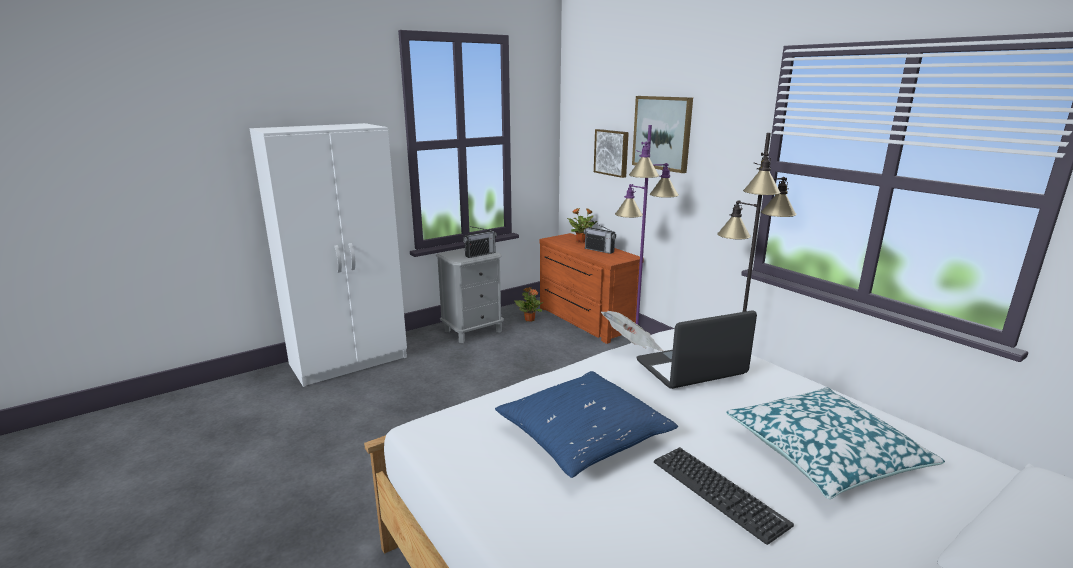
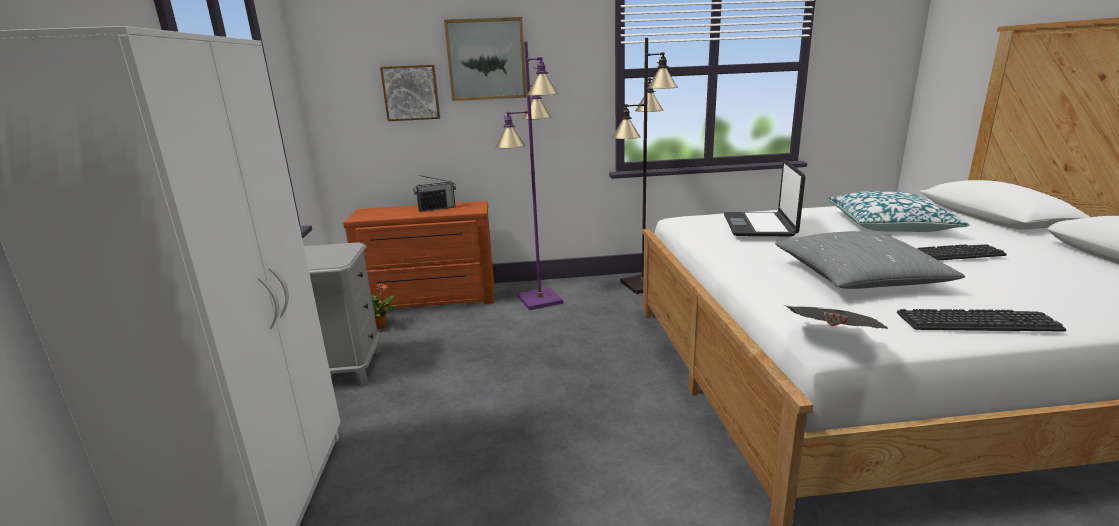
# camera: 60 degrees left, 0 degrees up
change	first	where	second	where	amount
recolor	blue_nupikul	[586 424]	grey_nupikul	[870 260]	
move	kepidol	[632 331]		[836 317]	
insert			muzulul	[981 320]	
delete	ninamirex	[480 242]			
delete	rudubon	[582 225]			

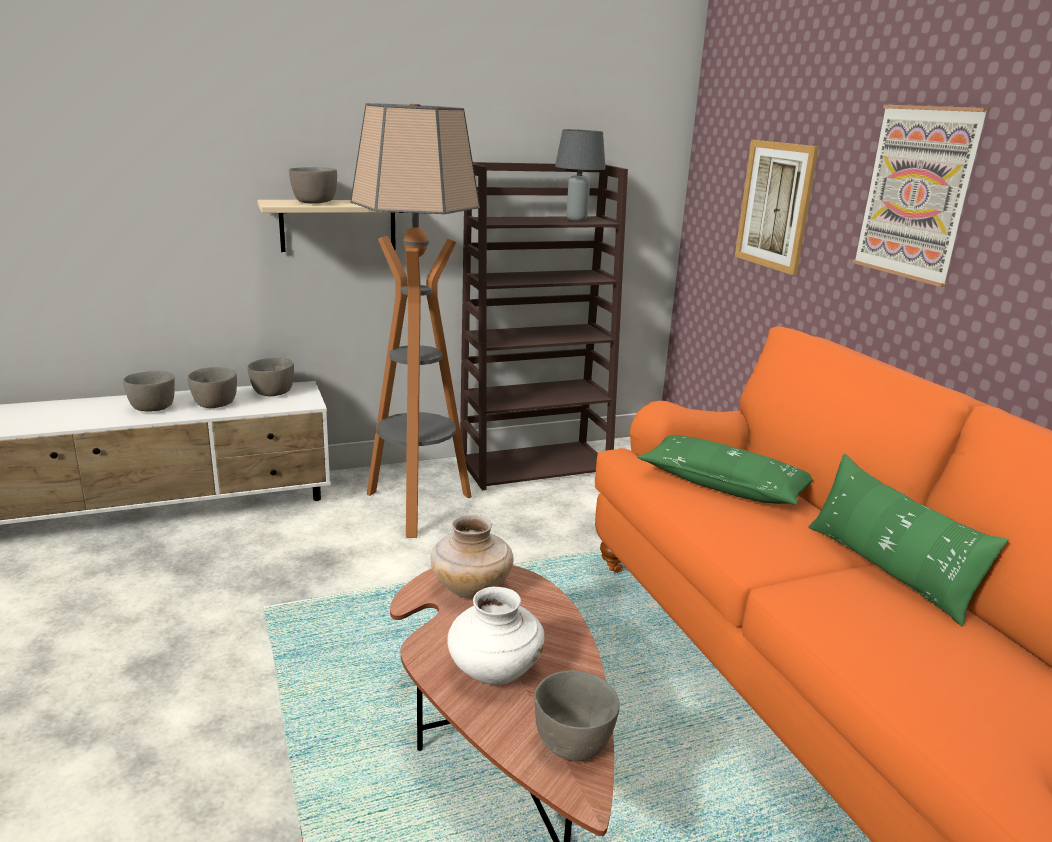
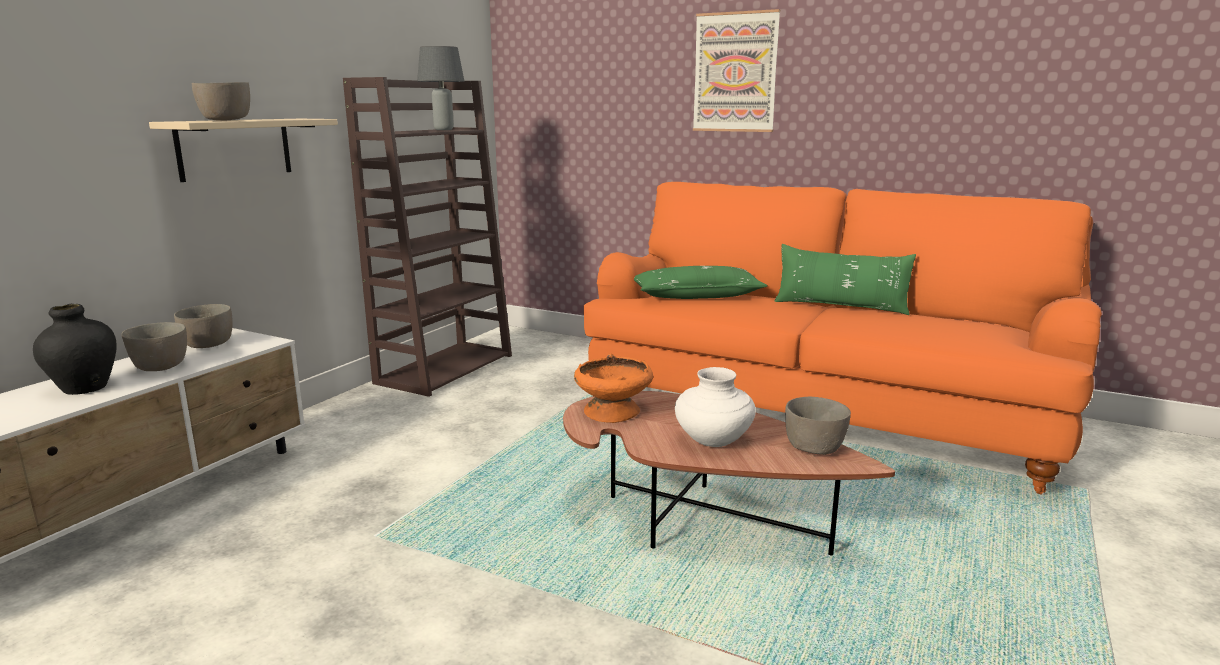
# camera: 40 degrees left, 5 degrees down
change	first	where	second	where	amount
replace	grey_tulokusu	[149 391]	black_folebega	[75 349]	
replace	beige_folebega	[472 556]	orange_tulokusu	[613 388]	
delete	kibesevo	[415 320]			
delete	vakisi	[777 207]			

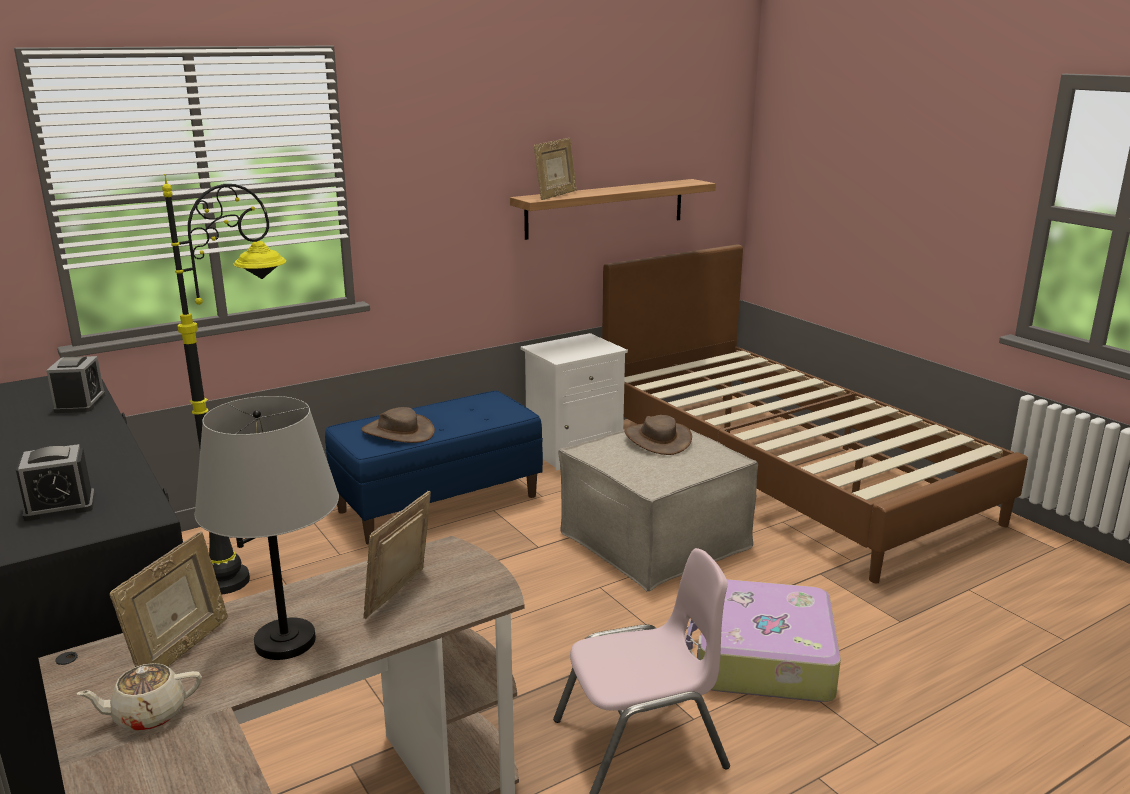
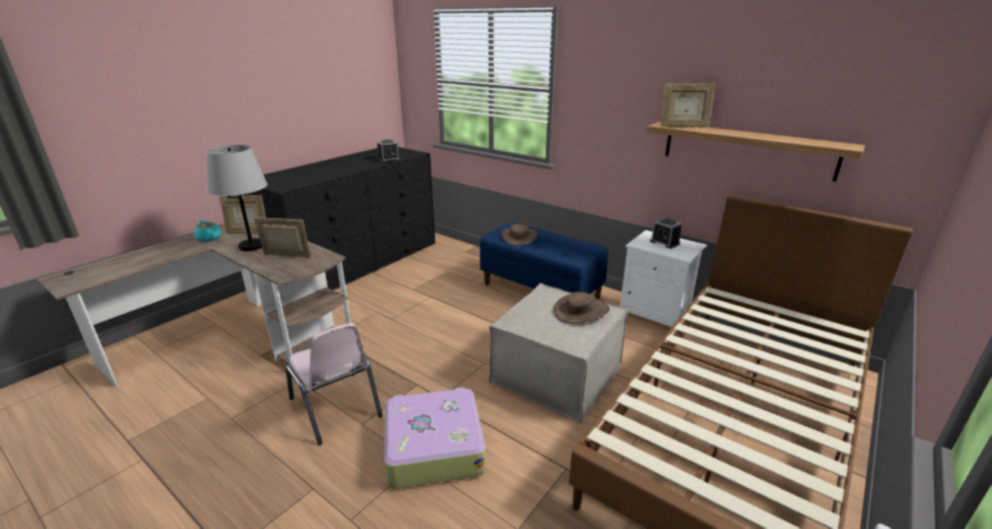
# camera: 70 degrees right, 5 degrees up
change	first	where	second	where	amount
recolor	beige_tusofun	[139 697]	turquoise_tusofun	[207 231]	
move	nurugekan	[55 482]		[666 233]	
delete	black_kibesevo	[224 384]			

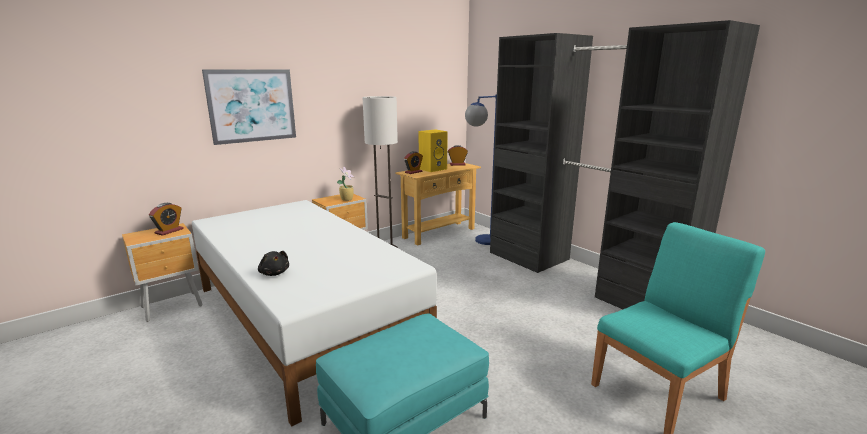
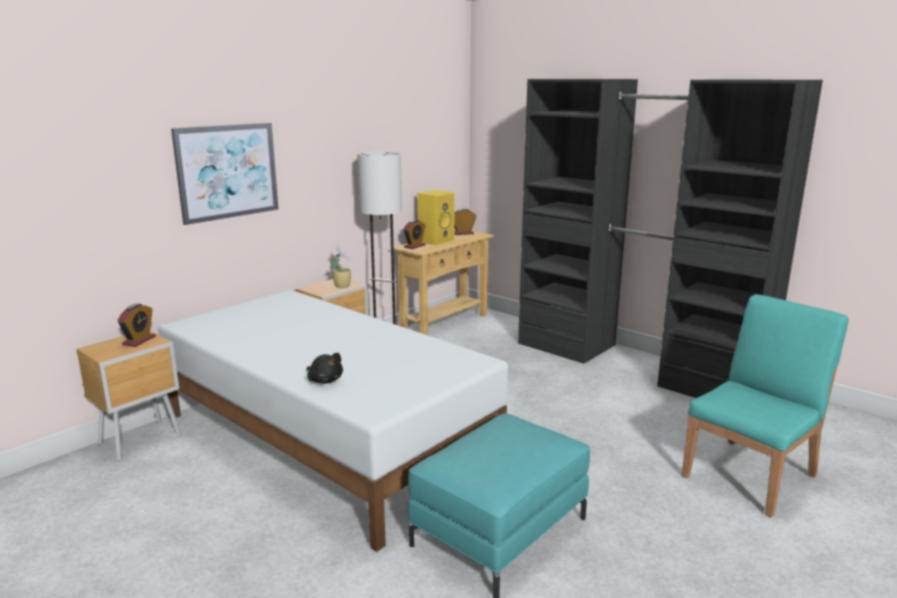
# camera: 10 degrees left, 0 degrees up
change	first	where	second	where	amount
delete	blue_kibesevo	[481 170]			

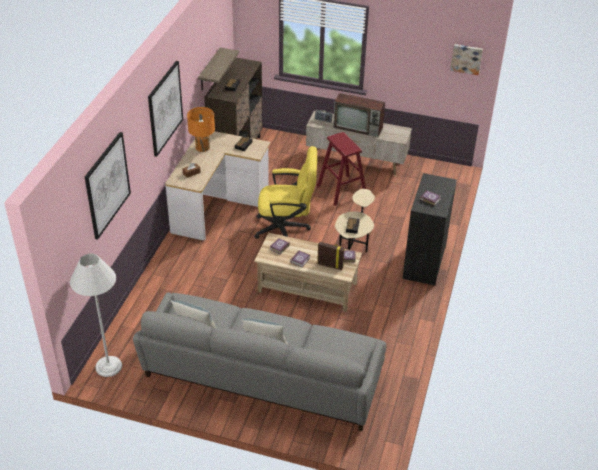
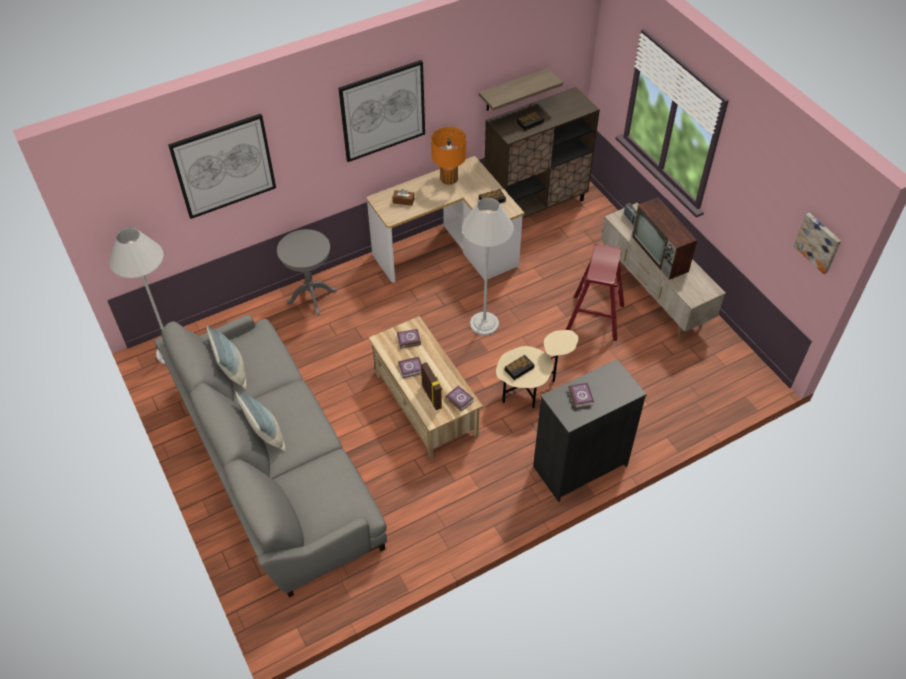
# camera: 45 degrees right, 10 degrees up
change	first	where	second	where	amount
insert			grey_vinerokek	[307 272]	
replace	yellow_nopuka	[285 192]	white_kibesevo	[488 266]	

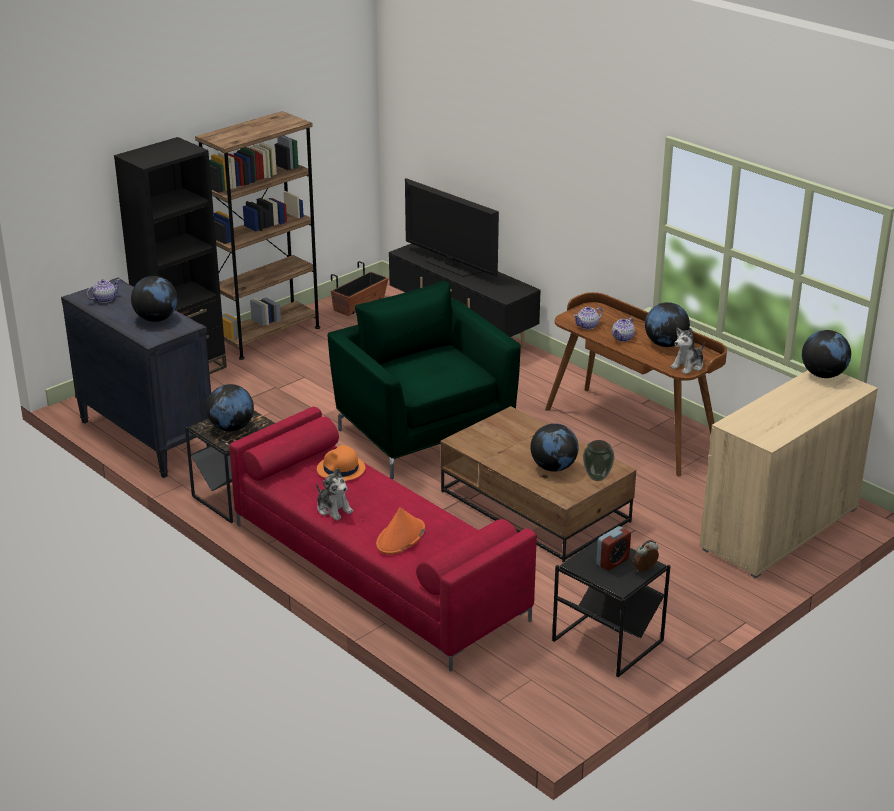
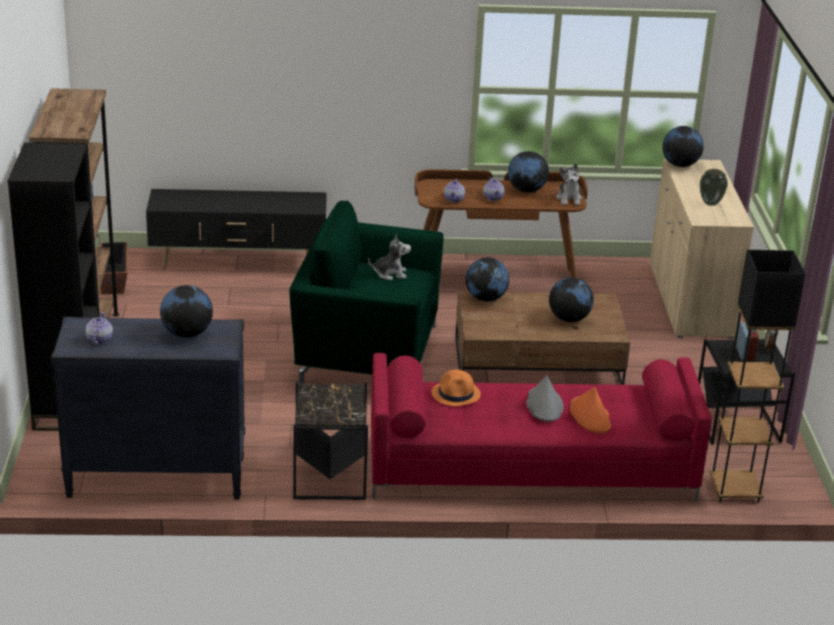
# camera: 50 degrees left, 0 degrees up
change	first	where	second	where	amount
move	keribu	[334 494]		[389 257]	
move	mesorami	[230 408]		[487 279]	
insert			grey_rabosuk	[545 398]	
move	folebega	[599 460]		[714 187]	
insert			black_kibesevo	[757 376]	
delete	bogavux	[452 227]			

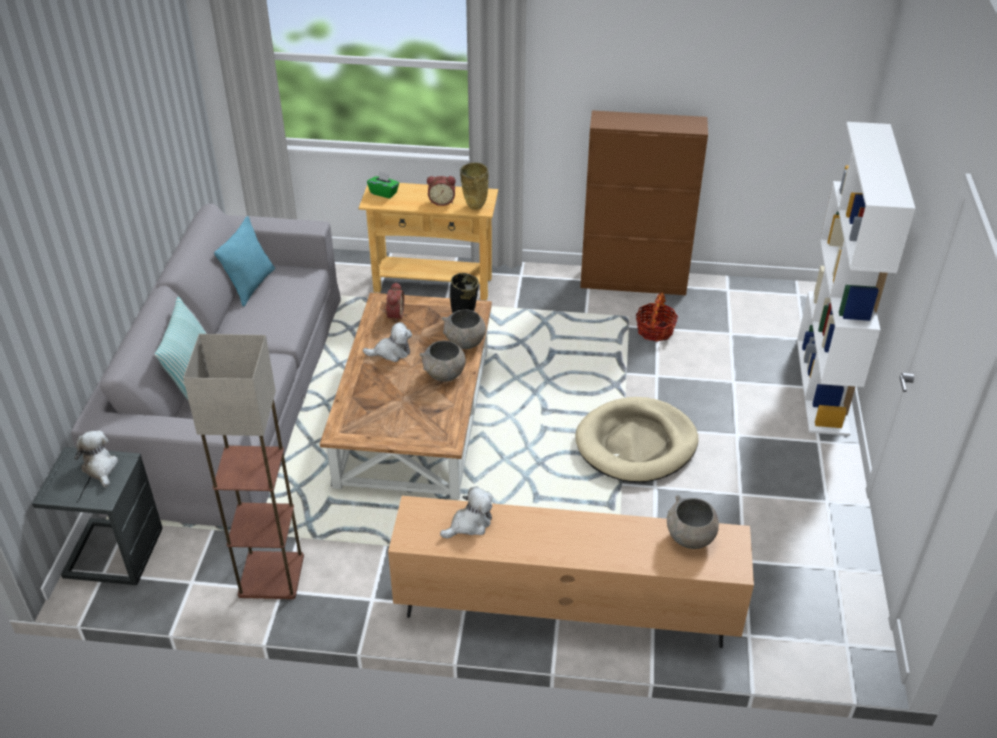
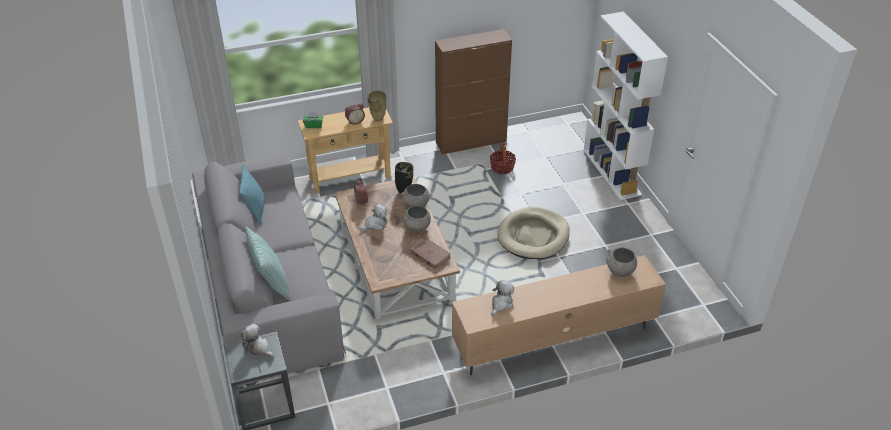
# camera: 25 degrees left, 0 degrees up
change	first	where	second	where	amount
insert			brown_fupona	[431 254]	
delete	kibesevo	[243 466]			

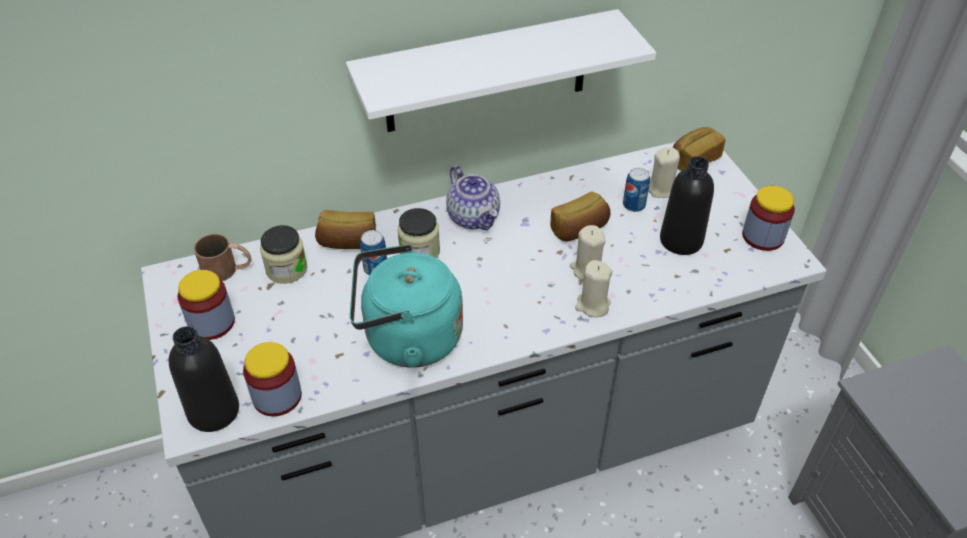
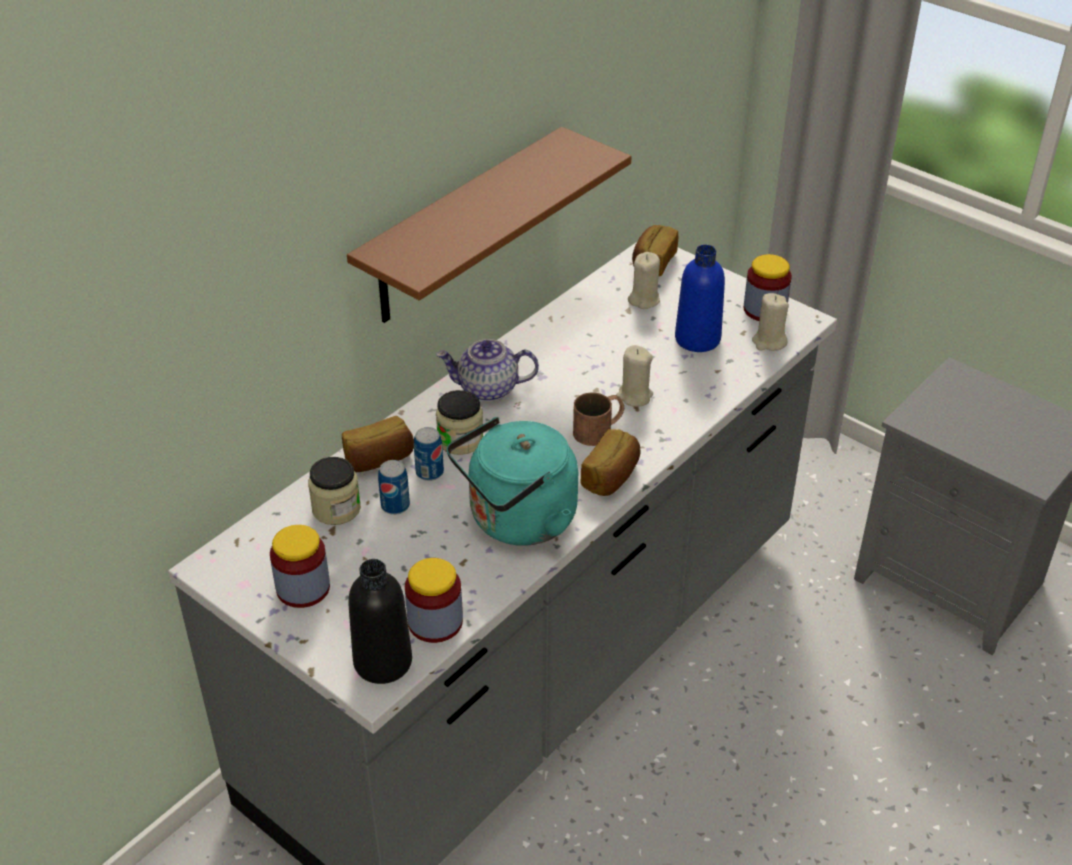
# camera: 30 degrees left, 5 degrees down
change	first	where	second	where	amount
recolor	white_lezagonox	[501 70]	brown_lezagonox	[489 225]	
move	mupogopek	[636 190]		[394 487]	
rotate	tusofun	[473 197]		[487 370]	150 degrees clockwise
move	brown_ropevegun	[223 257]		[598 419]	
move	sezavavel	[581 216]		[611 462]	
recolor	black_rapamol	[687 205]	blue_rapamol	[700 298]	
move	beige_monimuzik	[594 288]		[770 322]	

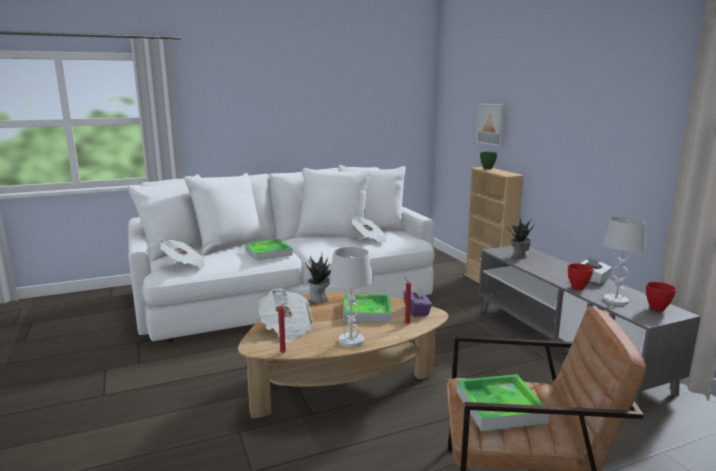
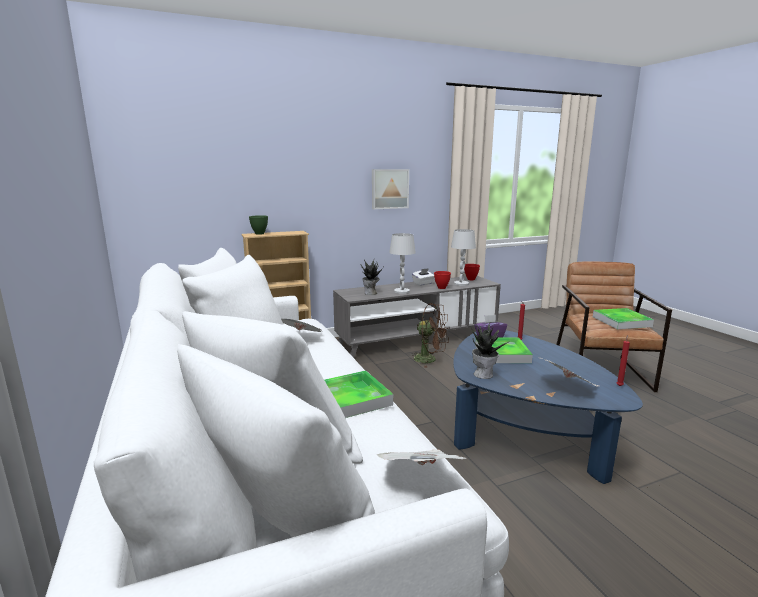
# camera: 90 degrees left, 0 degrees up
change	first	where	second	where	amount
move	vakisi	[491 125]		[390 189]	
move	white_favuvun	[351 297]		[402 263]	
insert			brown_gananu	[430 335]	
recolor	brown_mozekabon	[343 355]	blue_mozekabon	[548 407]	

